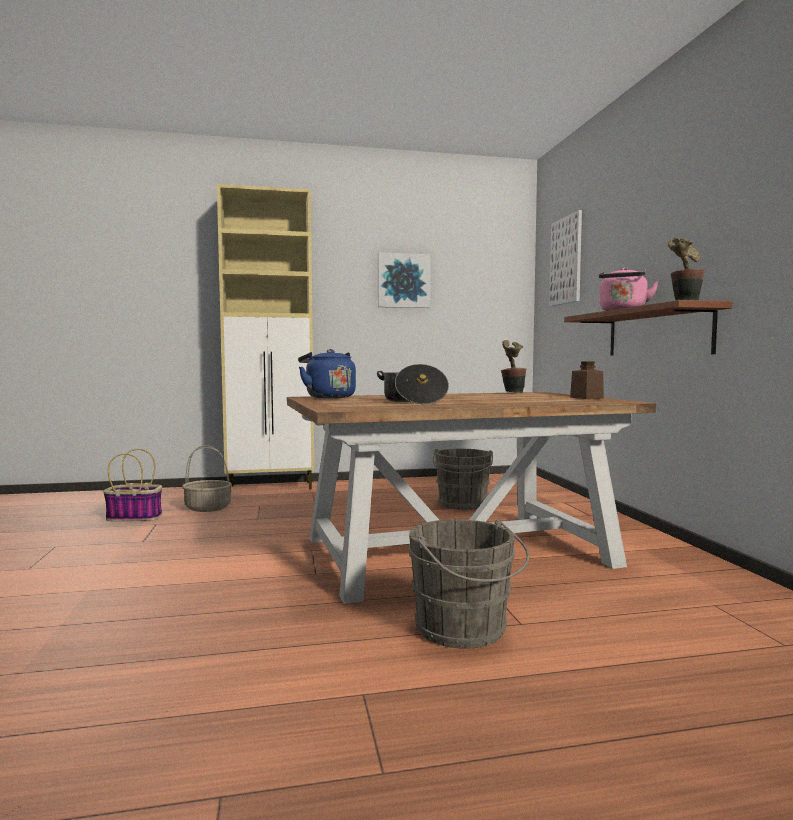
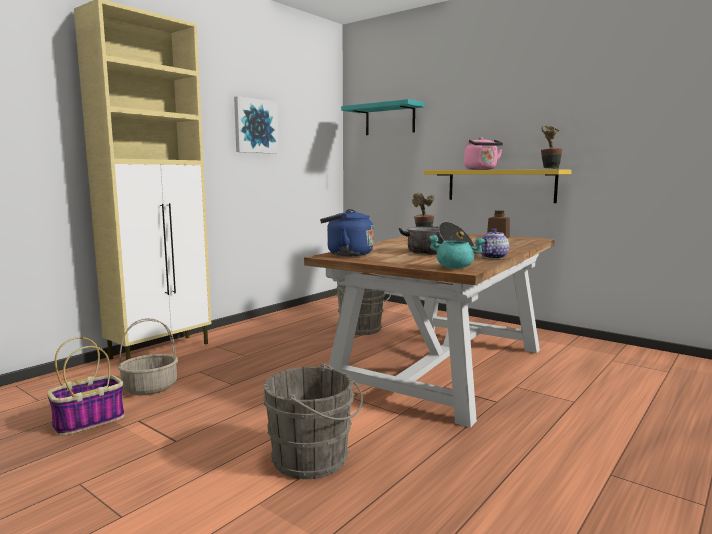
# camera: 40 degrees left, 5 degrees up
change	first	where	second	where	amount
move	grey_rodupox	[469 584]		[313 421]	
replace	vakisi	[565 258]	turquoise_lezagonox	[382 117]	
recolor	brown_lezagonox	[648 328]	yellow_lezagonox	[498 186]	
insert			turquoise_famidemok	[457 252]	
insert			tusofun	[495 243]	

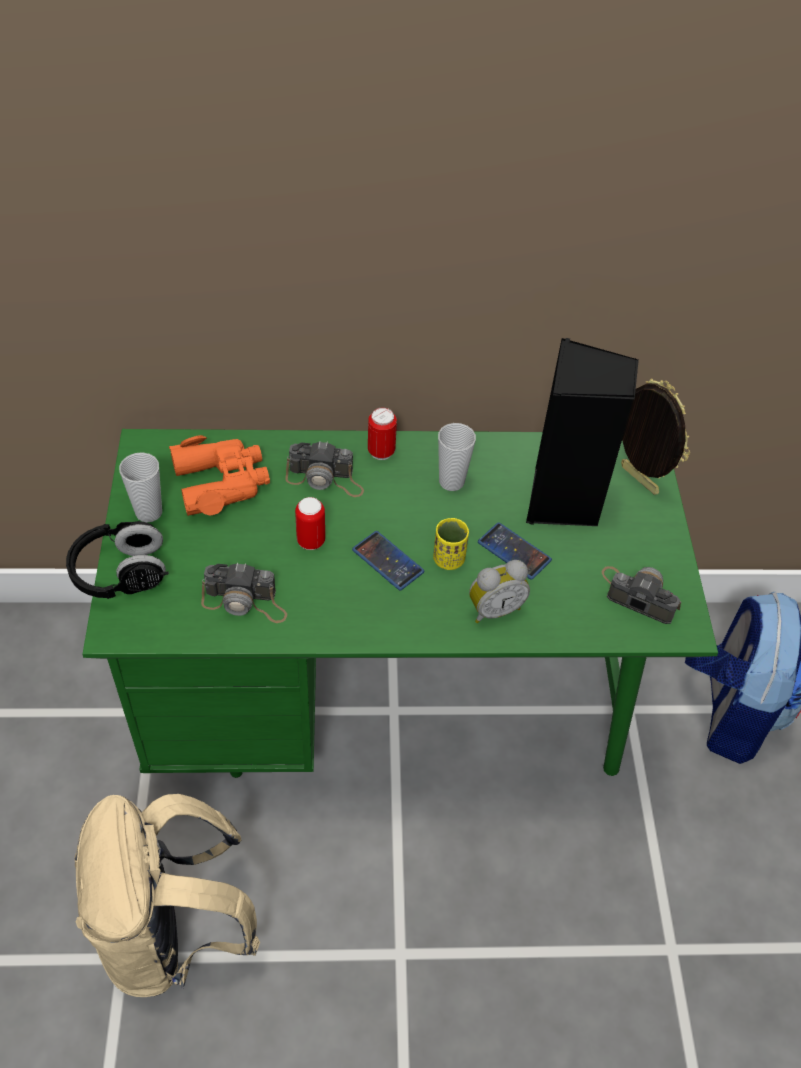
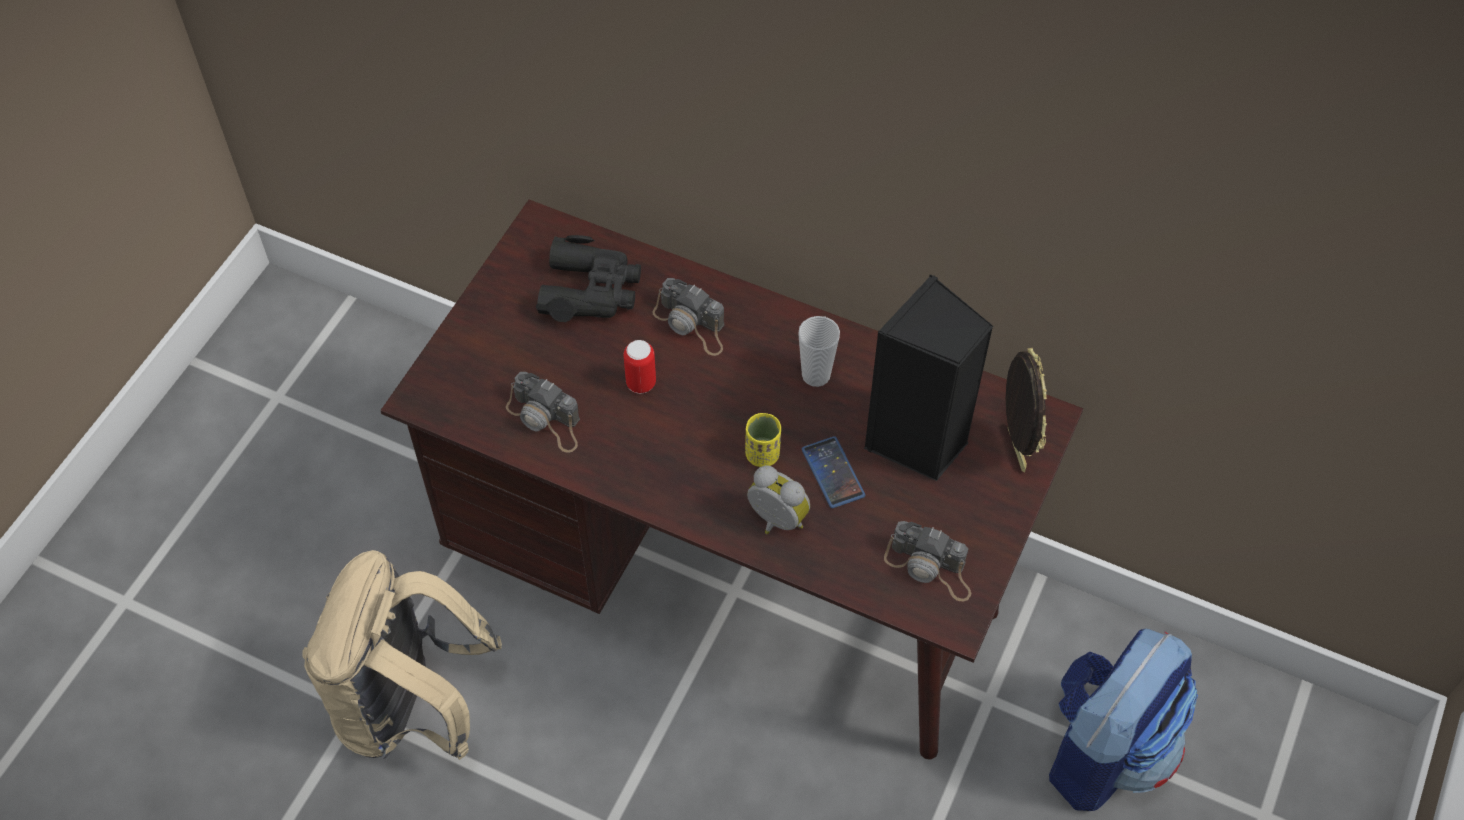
# camera: 30 degrees right, 5 degrees up
change	first	where	second	where	amount
recolor	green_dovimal	[400 603]	brown_dovimal	[731 480]	
recolor	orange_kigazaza	[219 475]	black_kigazaza	[588 278]	
rotate	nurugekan	[499 591]		[778 499]	150 degrees counterclockwise
rotate	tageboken	[642 595]		[927 561]	150 degrees clockwise
delete	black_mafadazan	[117 560]			
delete	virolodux	[140 487]			
delete	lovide	[388 560]			
delete	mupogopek	[382 434]			

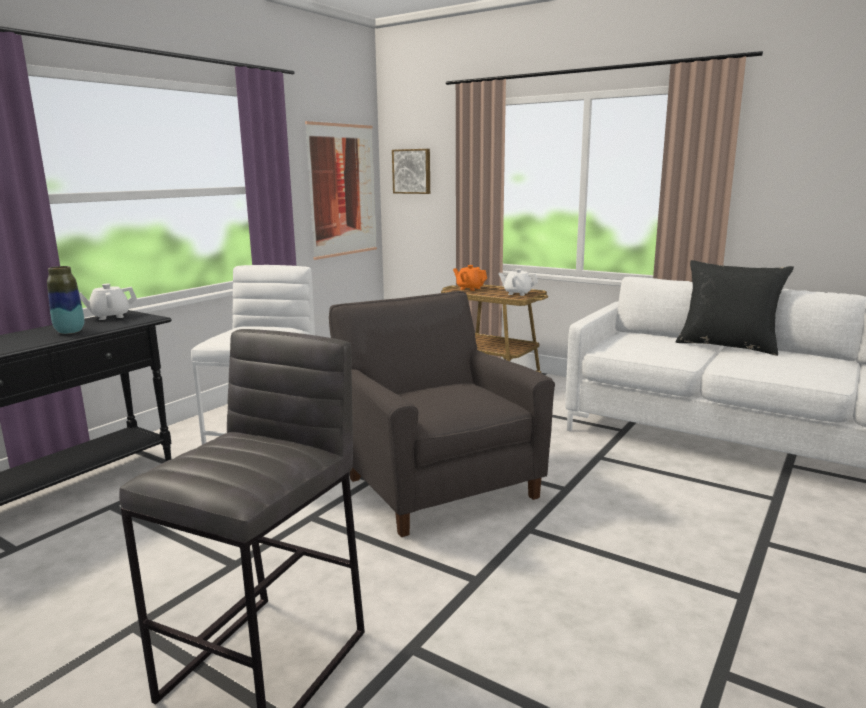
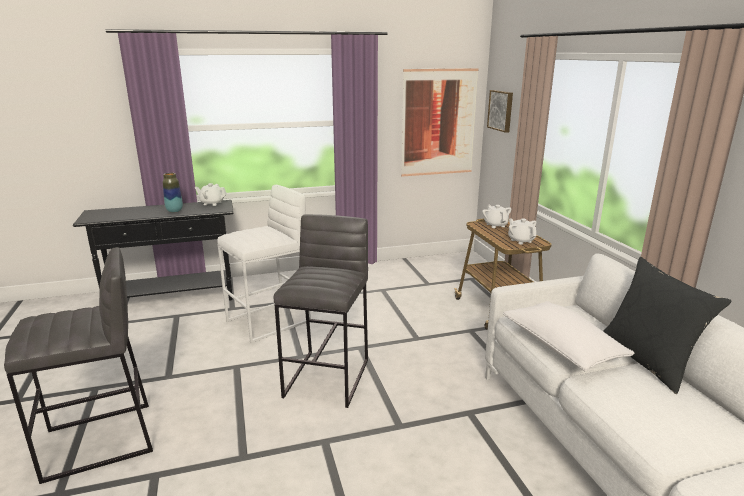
# camera: 40 degrees right, 5 degrees up
change	first	where	second	where	amount
replace	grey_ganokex	[442 414]	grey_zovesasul	[321 311]	
recolor	orange_tusofun	[470 278]	white_tusofun	[496 216]	
insert			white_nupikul	[568 336]	

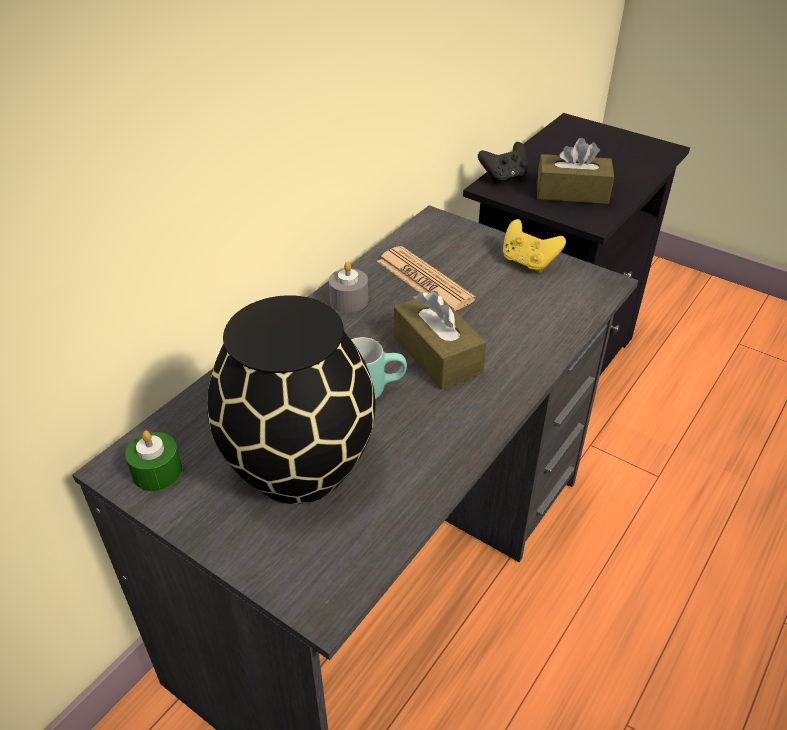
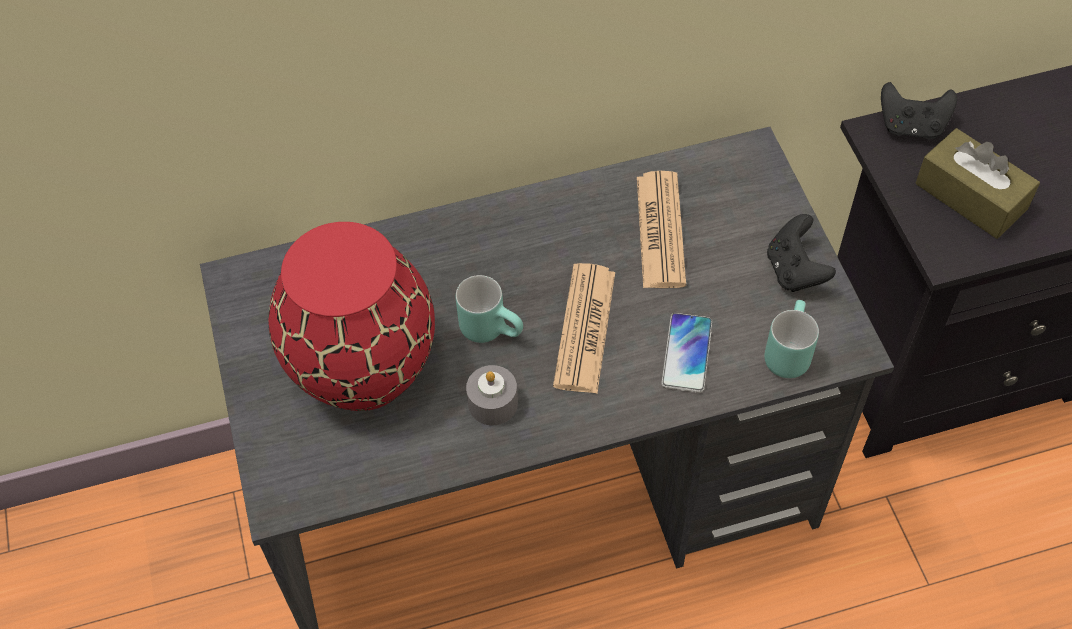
# camera: 40 degrees right, 15 degrees up
change	first	where	second	where	amount
recolor	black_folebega	[291 399]	red_folebega	[351 316]	
move	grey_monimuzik	[348 286]		[492 395]	
replace	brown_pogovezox	[440 340]	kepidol	[584 328]	
insert			lovide	[686 353]	
insert			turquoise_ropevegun	[791 339]	
recolor	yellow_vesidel	[534 246]	black_vesidel	[801 253]	
delete	green_monimuzik	[153 461]			

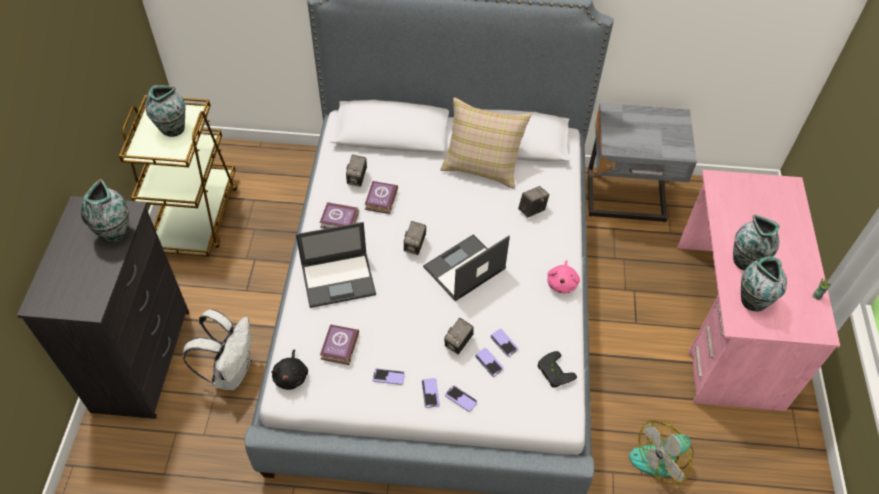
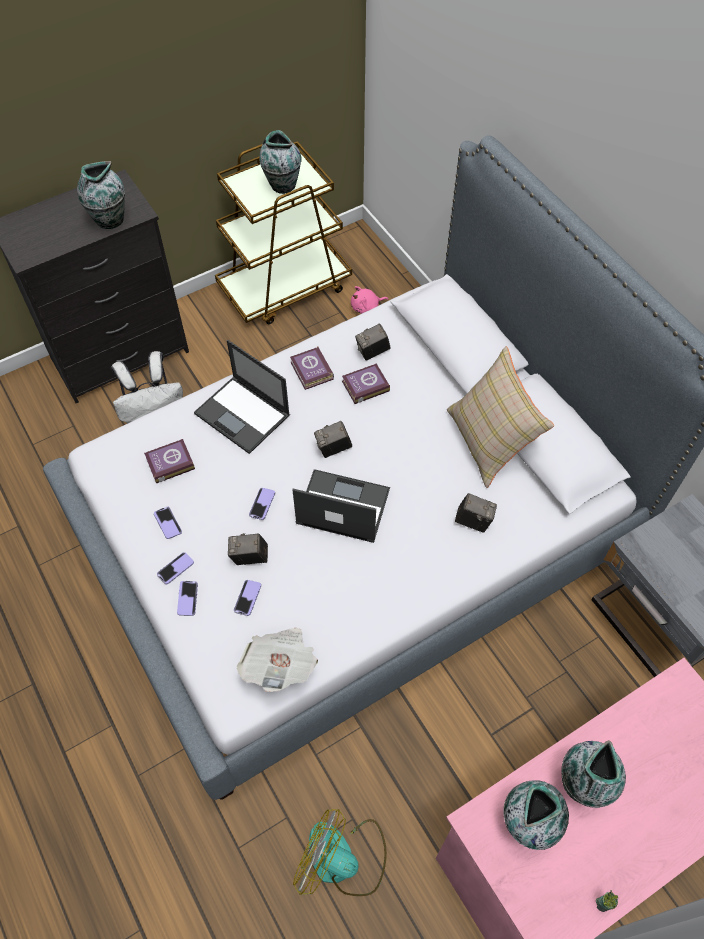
# camera: 55 degrees right, 5 degrees up
change	first	where	second	where	amount
replace	black_vesidel	[557 369]	kepidol	[277 659]	
move	lovide	[504 343]		[262 504]	
move	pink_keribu	[563 277]		[369 300]	
delete	black_keribu	[289 369]			

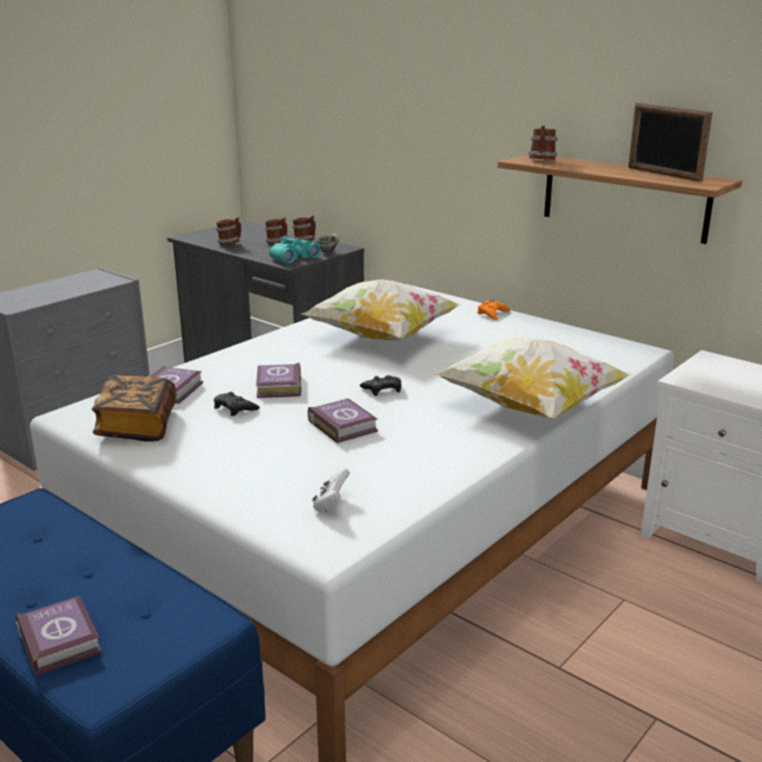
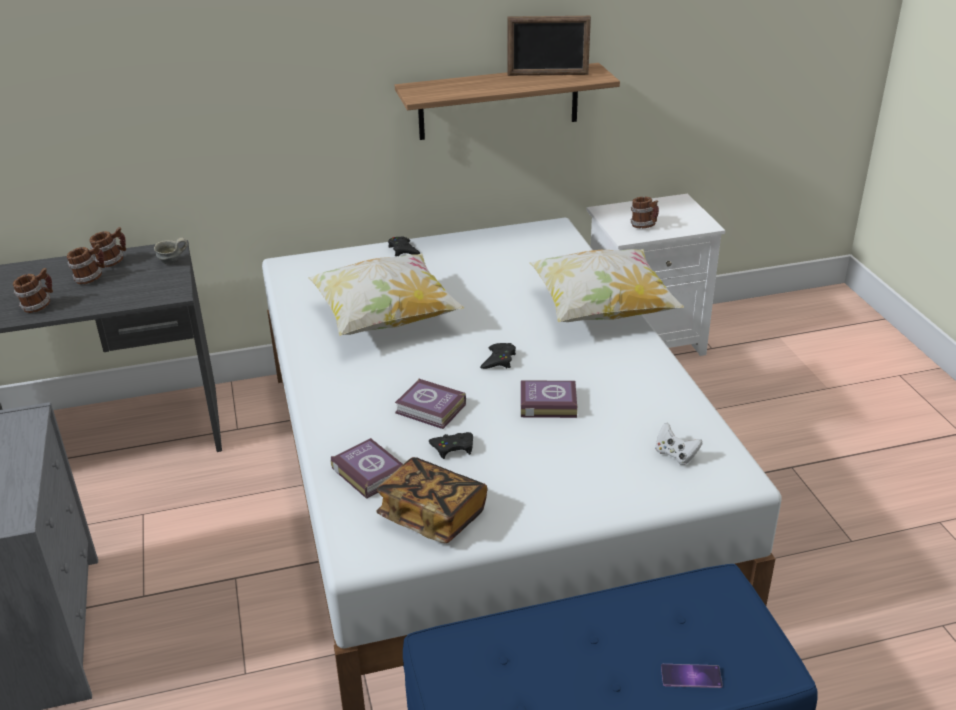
# camera: 55 degrees left, 10 degrees up
change	first	where	second	where	amount
recolor	orange_vesidel	[493 310]	black_vesidel	[404 246]	
move	ropevegun	[543 142]		[645 212]	
replace	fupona	[59 636]	lovide	[692 676]	
delete	turquoise_kigazaza	[295 249]			

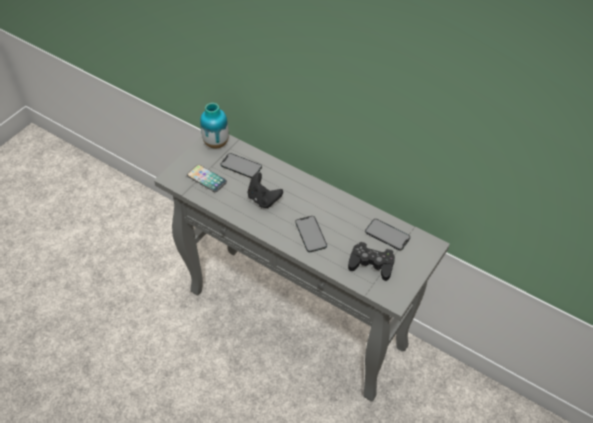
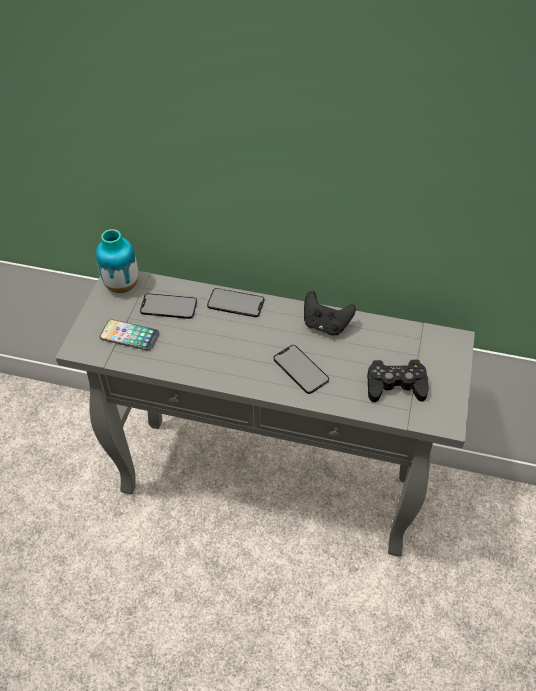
# camera: 20 degrees left, 0 degrees up
change	first	where	second	where	amount
move	lovide	[387 235]		[235 302]	
move	black_vesidel	[265 190]		[330 313]	

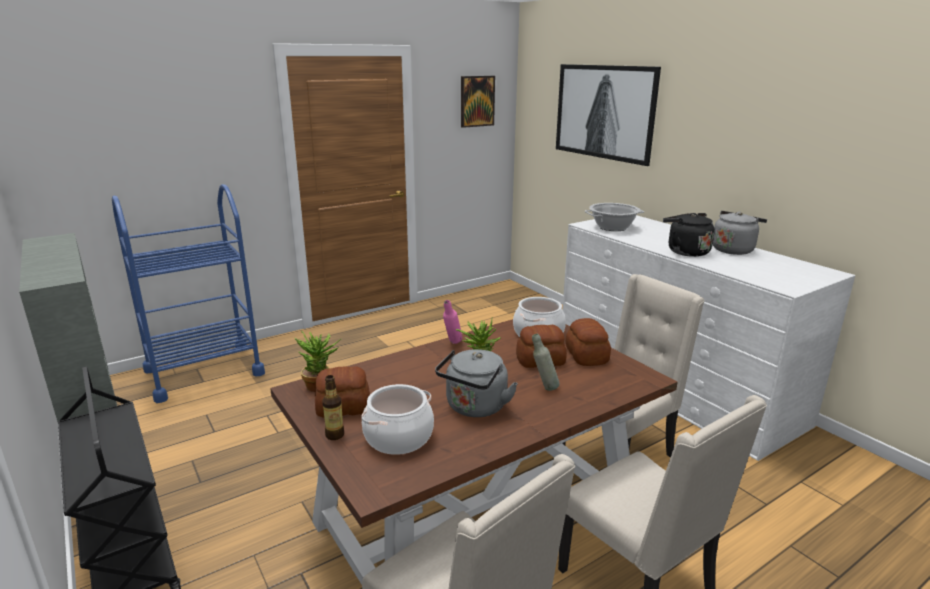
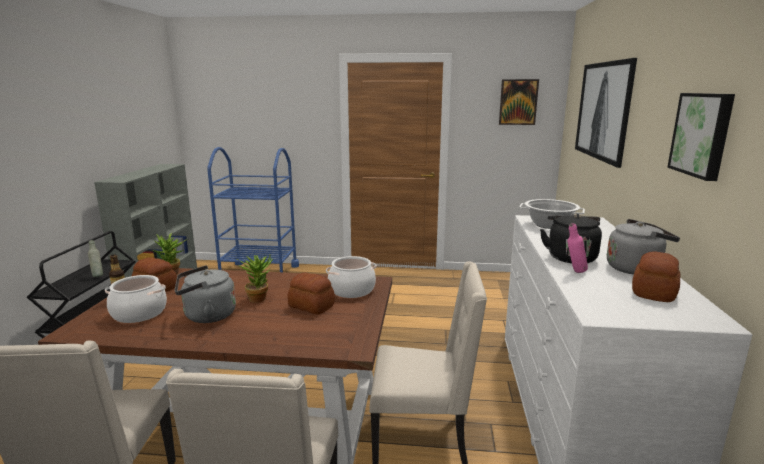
# camera: 40 degrees right, 5 degrees down
change	first	where	second	where	amount
move	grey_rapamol	[545 362]		[95 258]	
move	pink_rapamol	[452 322]		[577 248]	
move	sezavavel	[588 342]		[656 276]	
insert			vakisi	[701 137]	

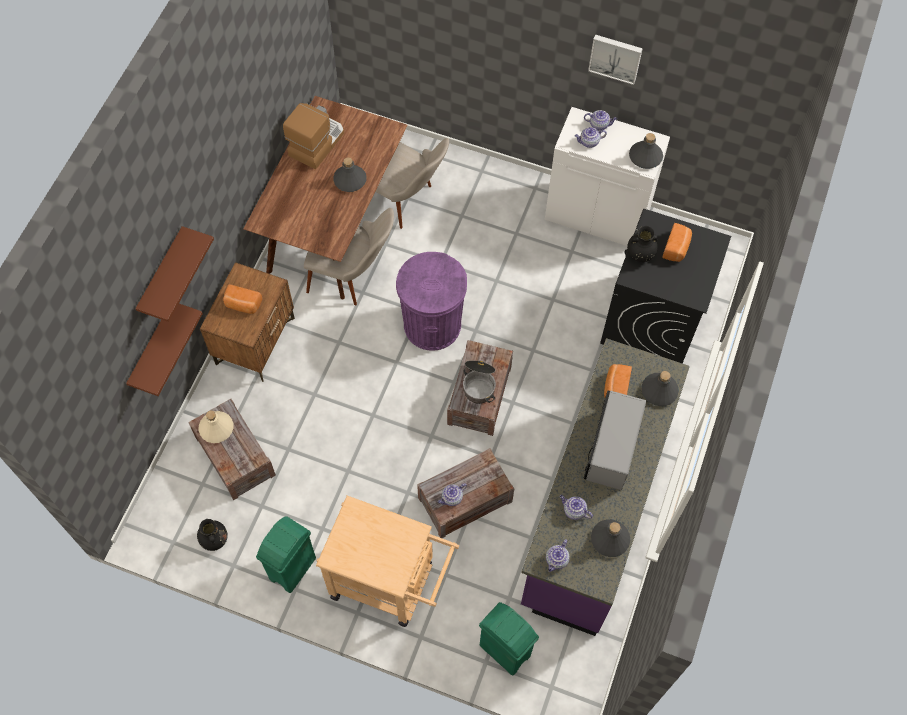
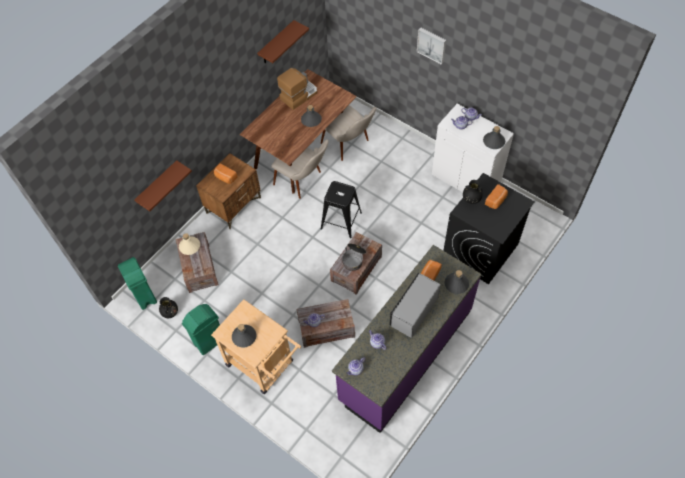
# camera: 20 degrees right, 5 degrees down
change	first	where	second	where	amount
move	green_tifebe	[509 639]		[137 283]	
move	grey_rapamol	[610 538]		[244 336]	
move	brown_lezagonox	[174 274]		[283 41]	
replace	purple_tifebe	[431 301]	black_zovesasul	[341 209]	
move	vakisi	[615 60]		[431 46]	

